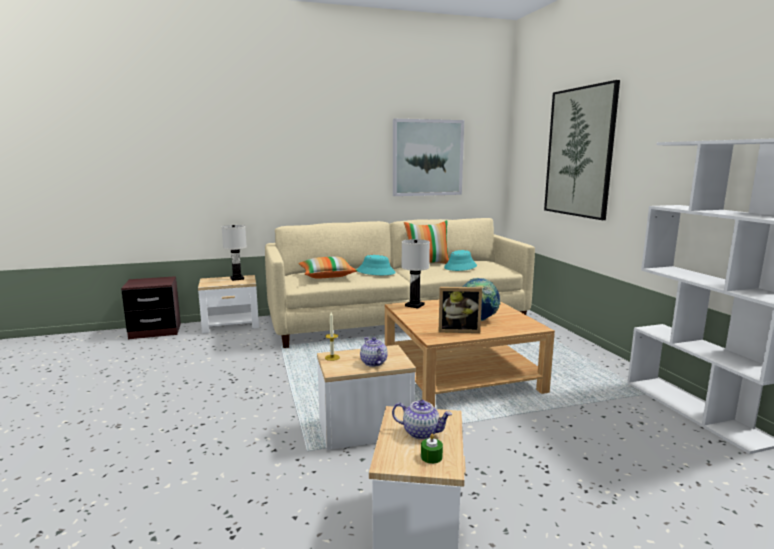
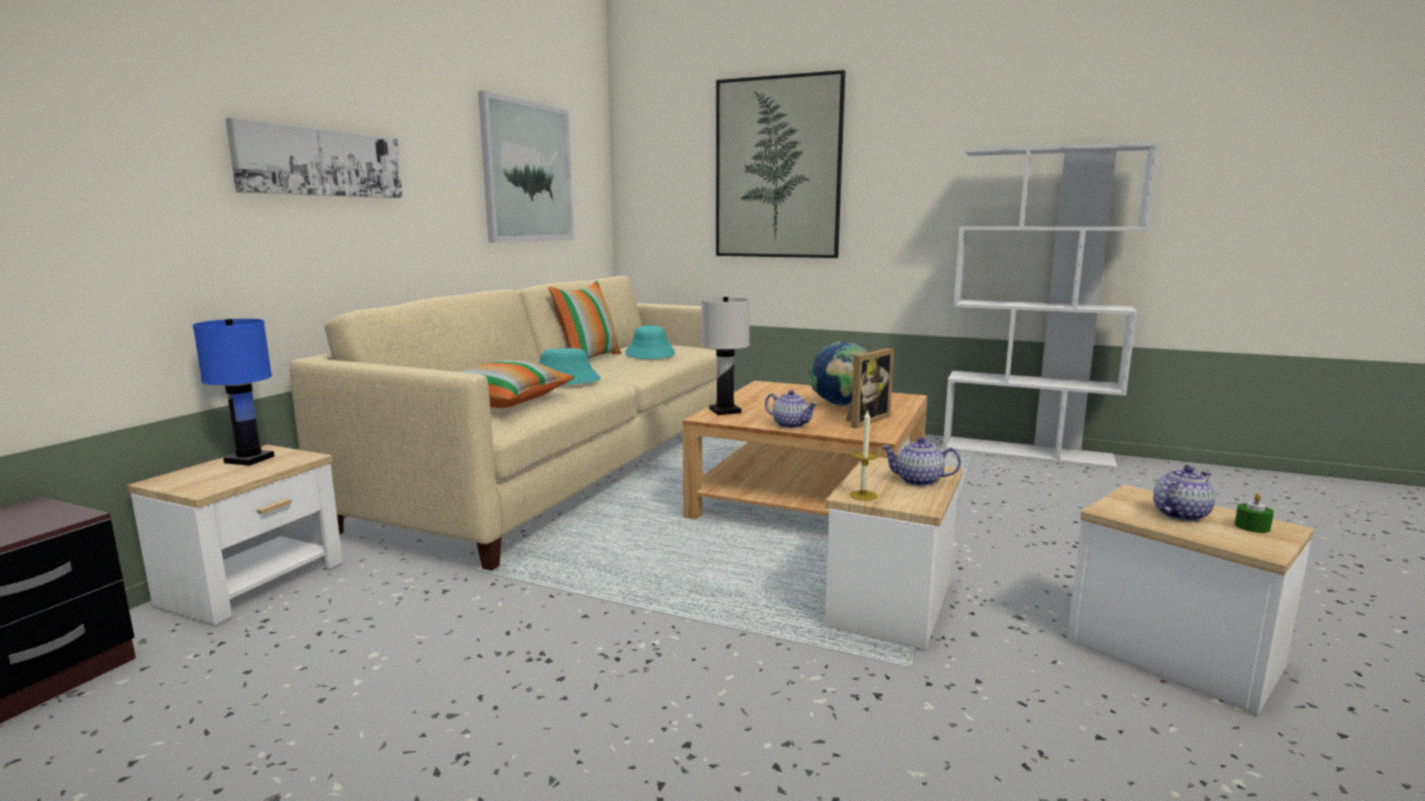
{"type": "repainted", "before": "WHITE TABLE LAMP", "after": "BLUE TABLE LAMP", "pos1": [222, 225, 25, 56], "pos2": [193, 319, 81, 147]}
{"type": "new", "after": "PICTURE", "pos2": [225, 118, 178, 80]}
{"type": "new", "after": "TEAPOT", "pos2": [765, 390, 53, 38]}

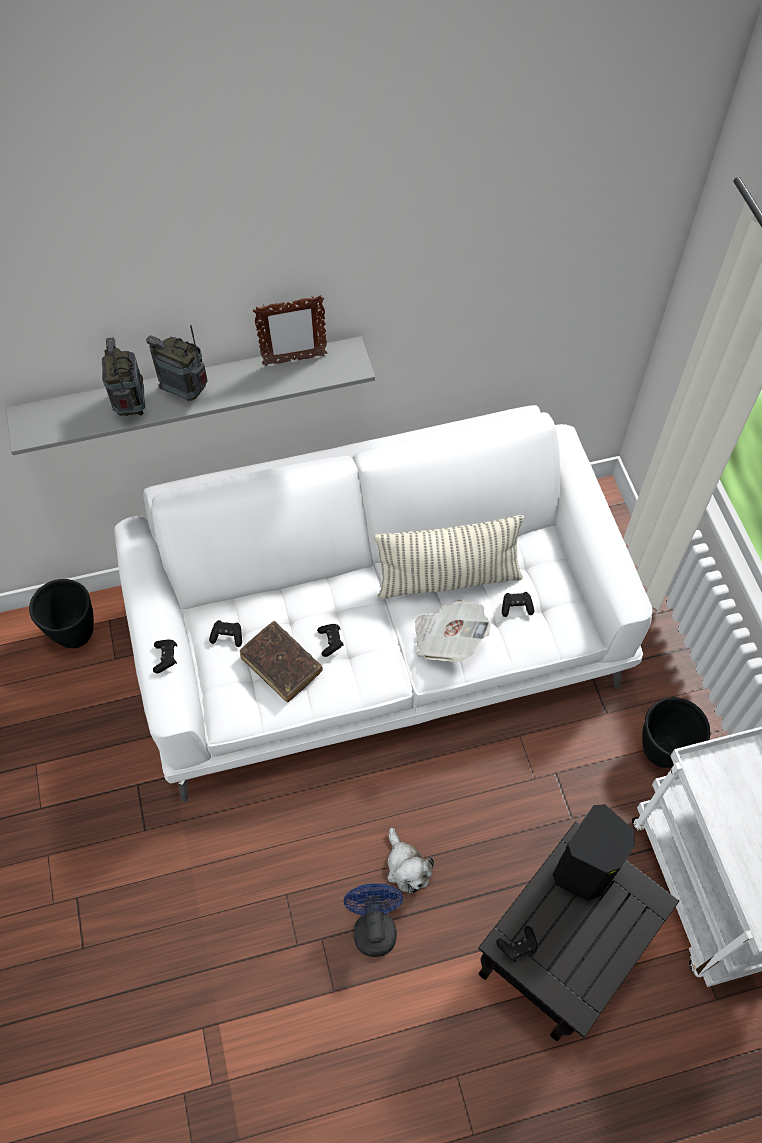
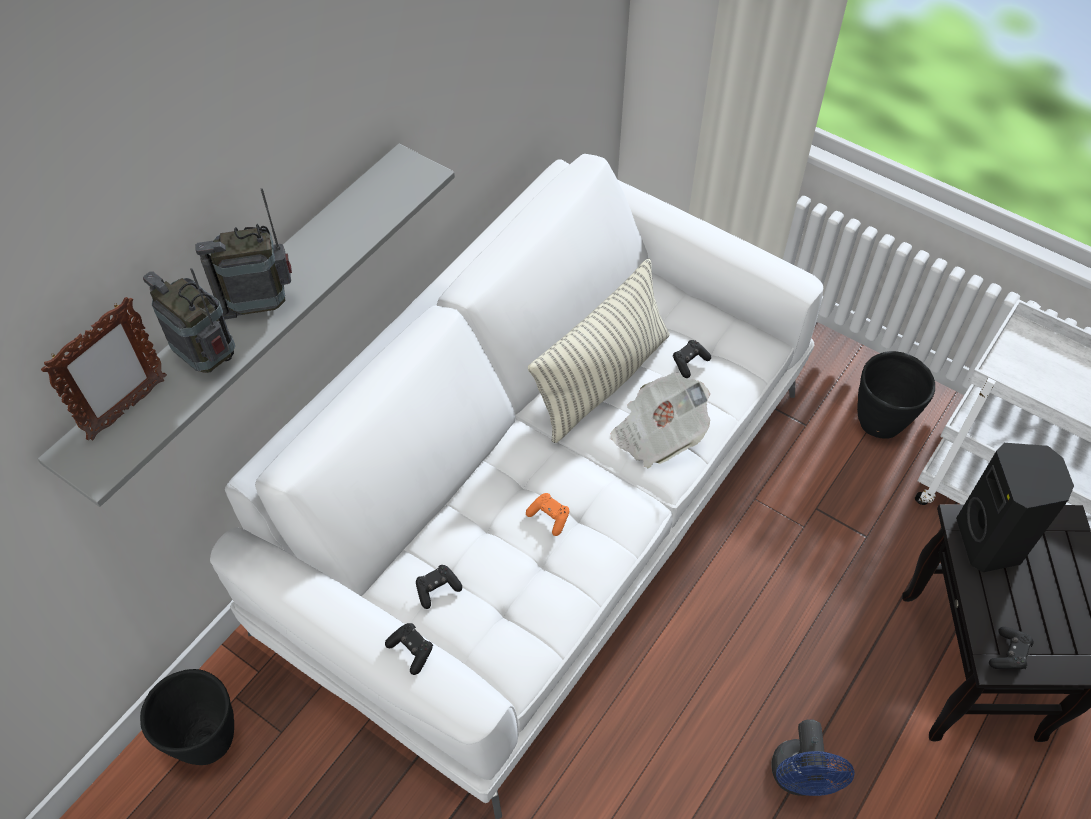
{"type": "shifted", "before": "PICTURE FRAME", "pos1": [253, 295, 74, 71], "pos2": [41, 297, 126, 143]}
{"type": "gone", "before": "BROWN BOOK", "pos1": [240, 621, 83, 81]}
{"type": "repainted", "before": "BLACK GAME CONTROLLER", "after": "ORANGE GAME CONTROLLER", "pos1": [317, 624, 27, 33], "pos2": [526, 493, 43, 43]}
{"type": "gone", "before": "PLUSH TOY", "pos1": [388, 828, 46, 66]}
{"type": "rotated", "before": "BLUE FAN", "pos1": [344, 883, 59, 74], "pos2": [772, 719, 83, 77], "turn": -135}

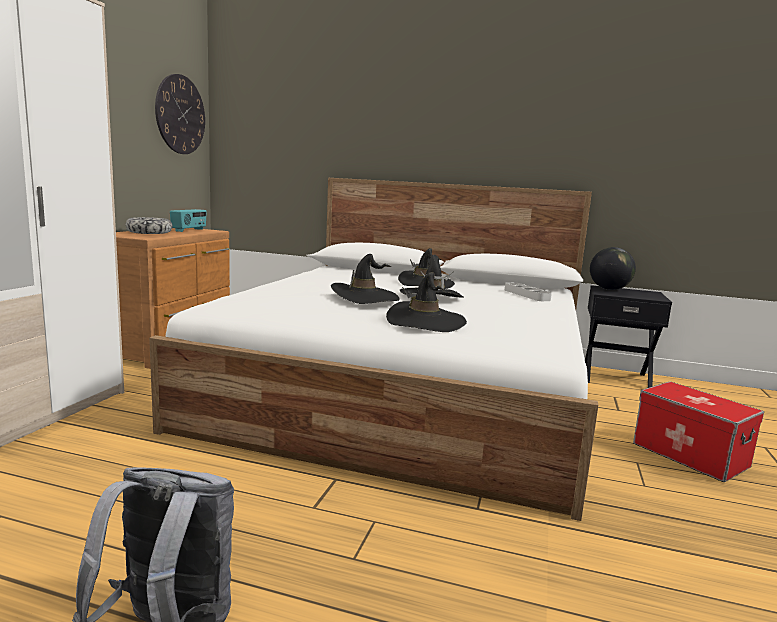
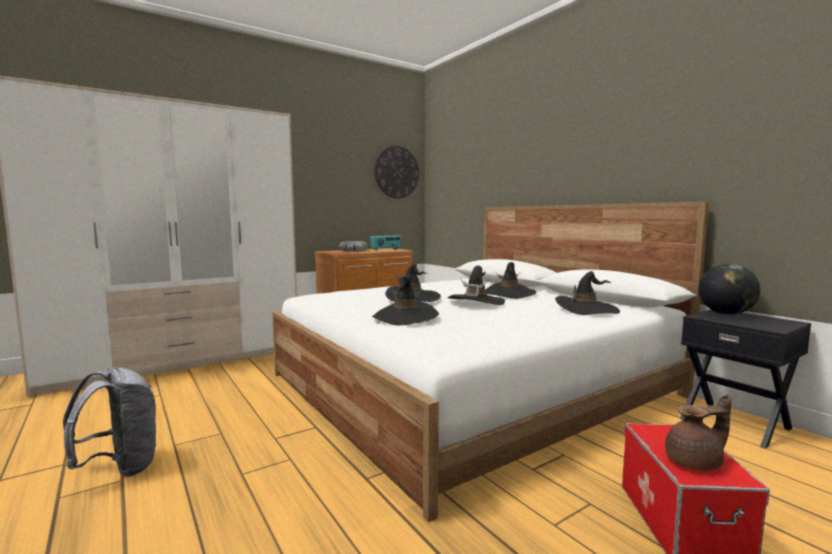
{"type": "swapped", "before": "GREY TRAY", "after": "BLACK HAT", "pos1": [505, 282, 47, 19], "pos2": [555, 271, 65, 44]}
{"type": "new", "after": "BROWN TEAPOT", "pos2": [665, 394, 67, 76]}

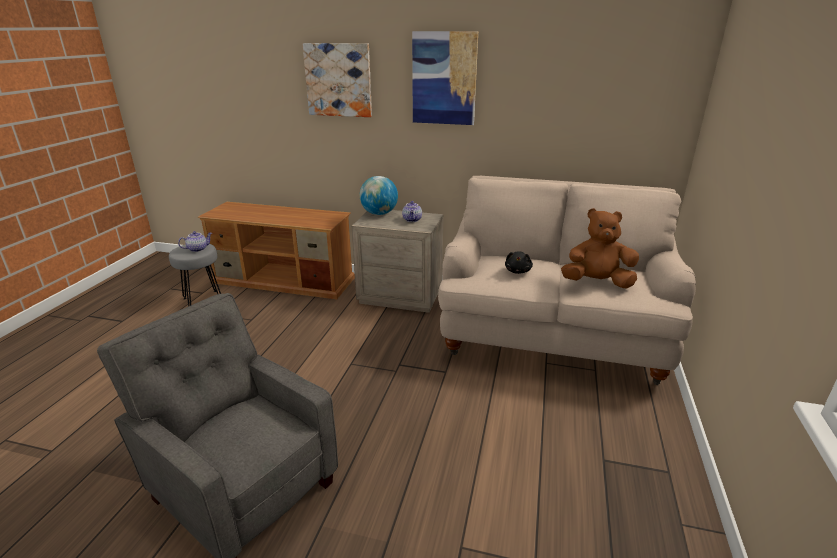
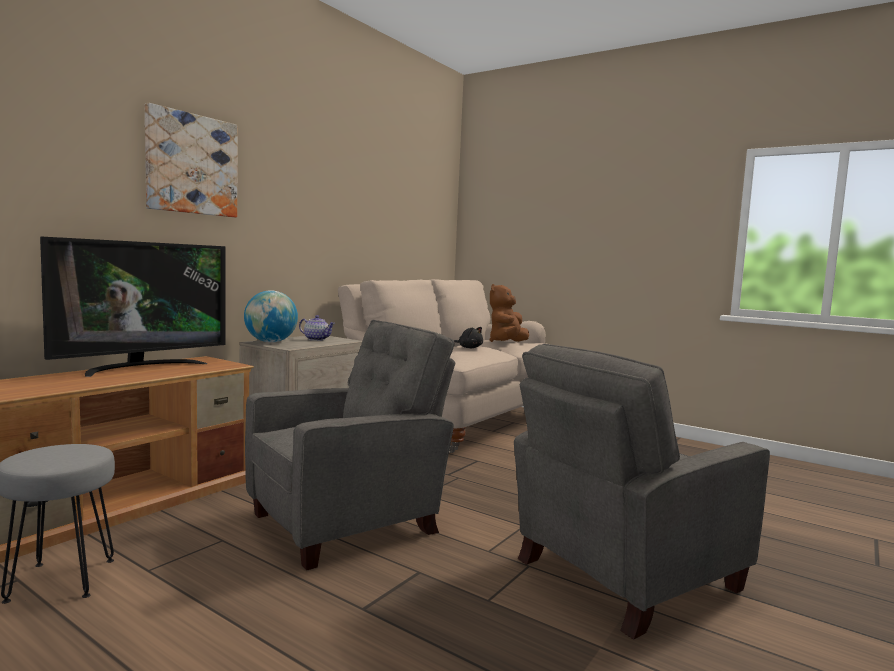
{"type": "gone", "before": "PICTURE", "pos1": [412, 31, 66, 94]}
{"type": "gone", "before": "TEAPOT", "pos1": [178, 231, 34, 21]}
{"type": "new", "after": "TELEVISION", "pos2": [40, 237, 186, 140]}
{"type": "new", "after": "GREY ARMCHAIR", "pos2": [245, 320, 210, 251]}

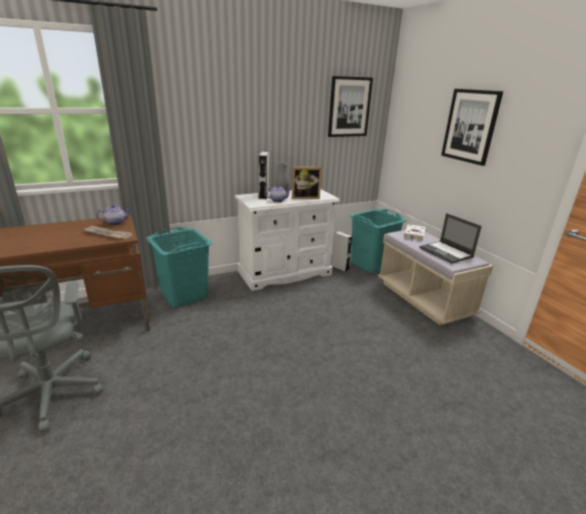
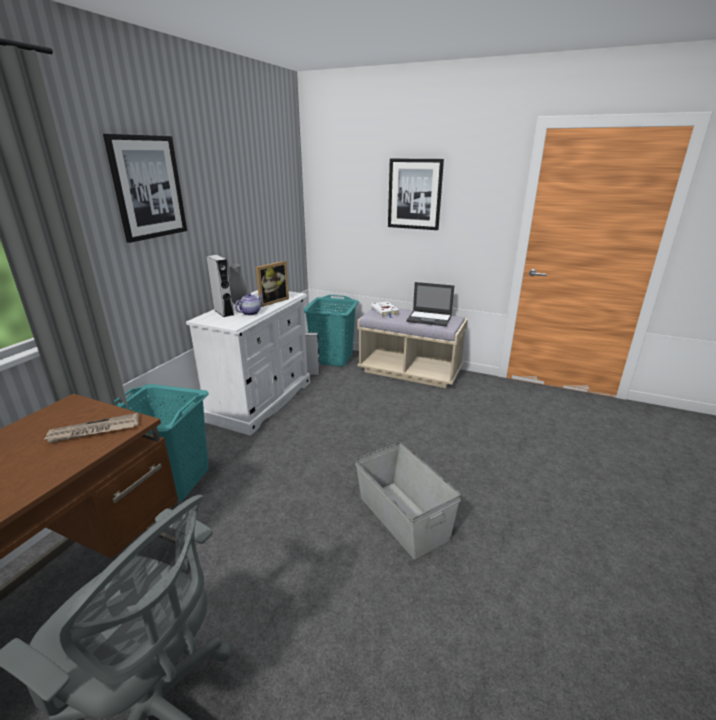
{"type": "shifted", "before": "PICTURE", "pos1": [328, 76, 45, 61], "pos2": [103, 134, 84, 109]}
{"type": "gone", "before": "TEAPOT", "pos1": [96, 205, 35, 20]}
{"type": "new", "after": "GREY STORAGE BOX", "pos2": [355, 442, 106, 117]}

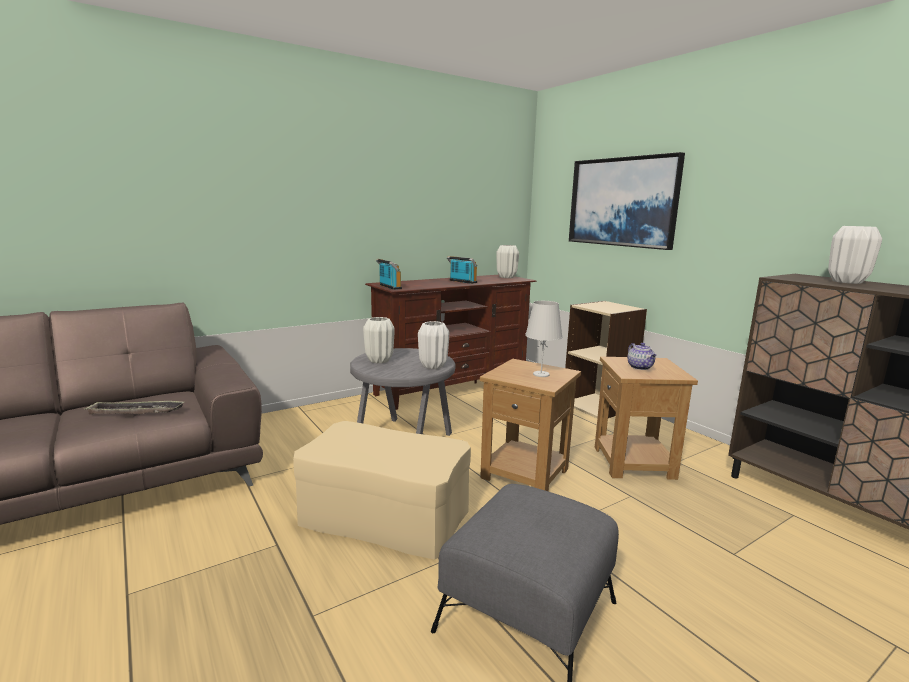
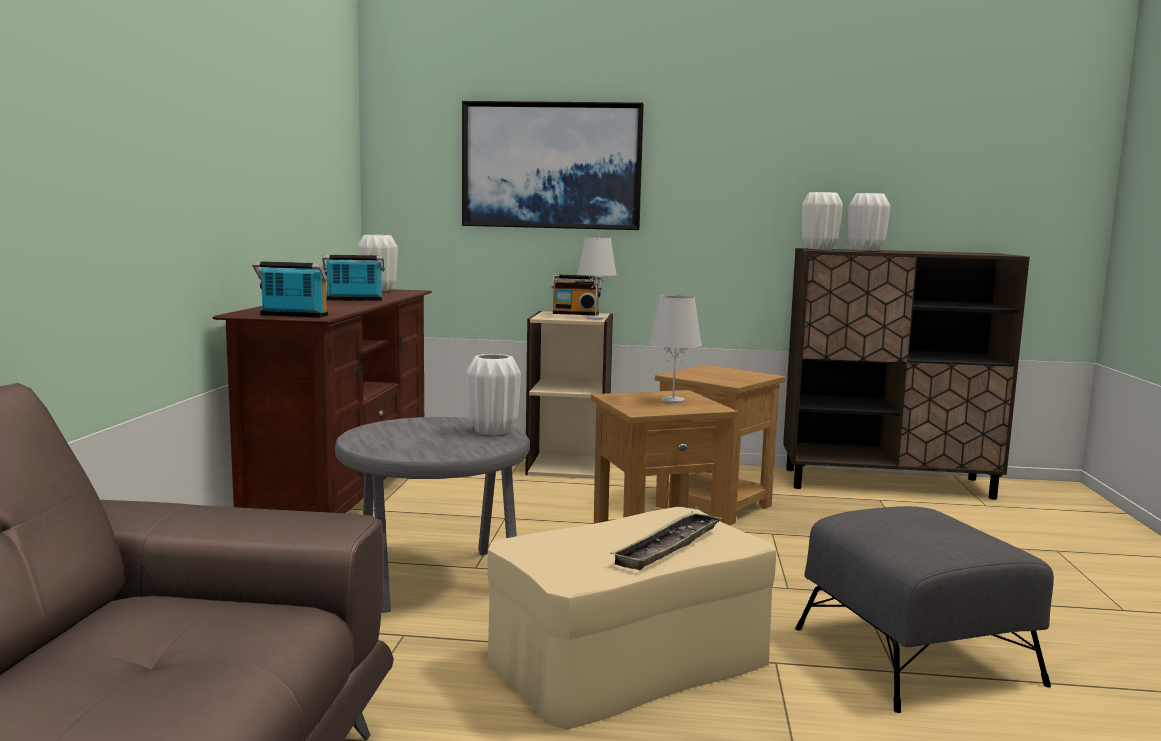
{"type": "shifted", "before": "WHITE VASE", "pos1": [363, 317, 31, 46], "pos2": [802, 192, 41, 58]}
{"type": "gone", "before": "TEAPOT", "pos1": [627, 343, 29, 27]}
{"type": "shifted", "before": "TRAY", "pos1": [84, 401, 100, 13], "pos2": [611, 512, 110, 58]}
{"type": "new", "after": "WHITE TABLE LAMP", "pos2": [577, 237, 40, 82]}
{"type": "new", "after": "RADIO", "pos2": [551, 274, 51, 41]}

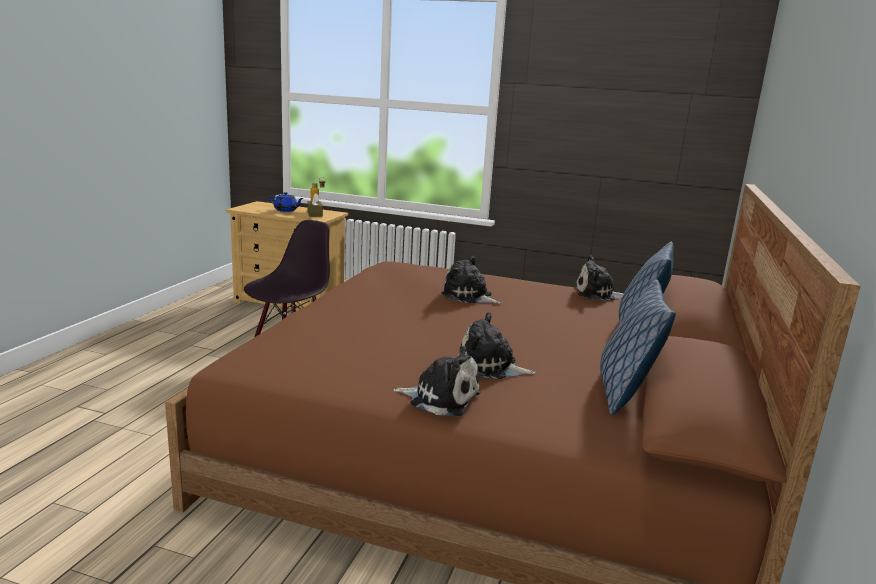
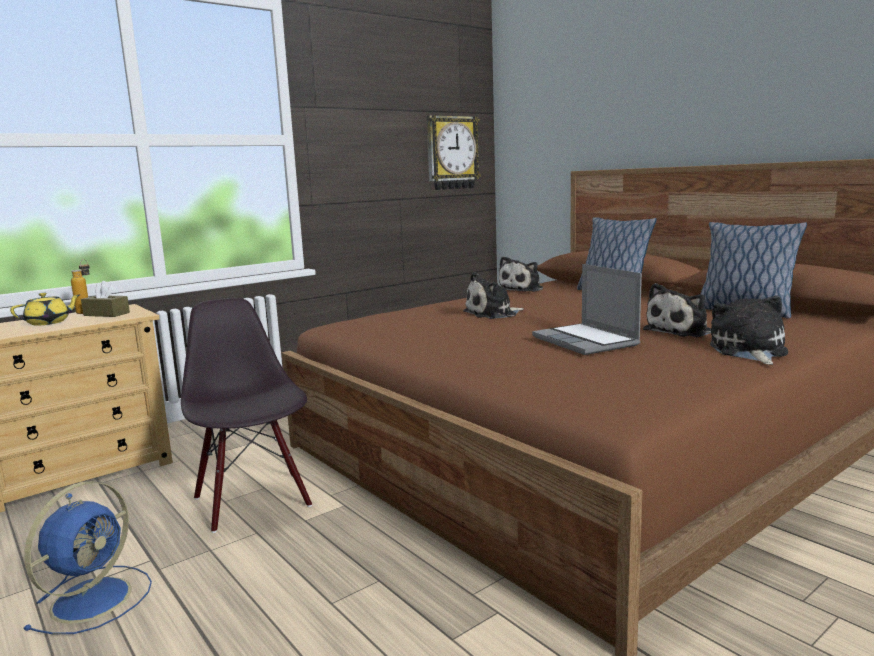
{"type": "repainted", "before": "BLUE TEAPOT", "after": "YELLOW TEAPOT", "pos1": [270, 192, 34, 20], "pos2": [10, 292, 71, 34]}
{"type": "rotated", "before": "PLUSH TOY", "pos1": [393, 346, 87, 70], "pos2": [710, 296, 78, 69], "turn": -45}
{"type": "new", "after": "WALL CLOCK", "pos2": [427, 115, 54, 75]}
{"type": "new", "after": "LAPTOP", "pos2": [532, 264, 110, 91]}
{"type": "new", "after": "BLUE FAN", "pos2": [23, 481, 129, 153]}

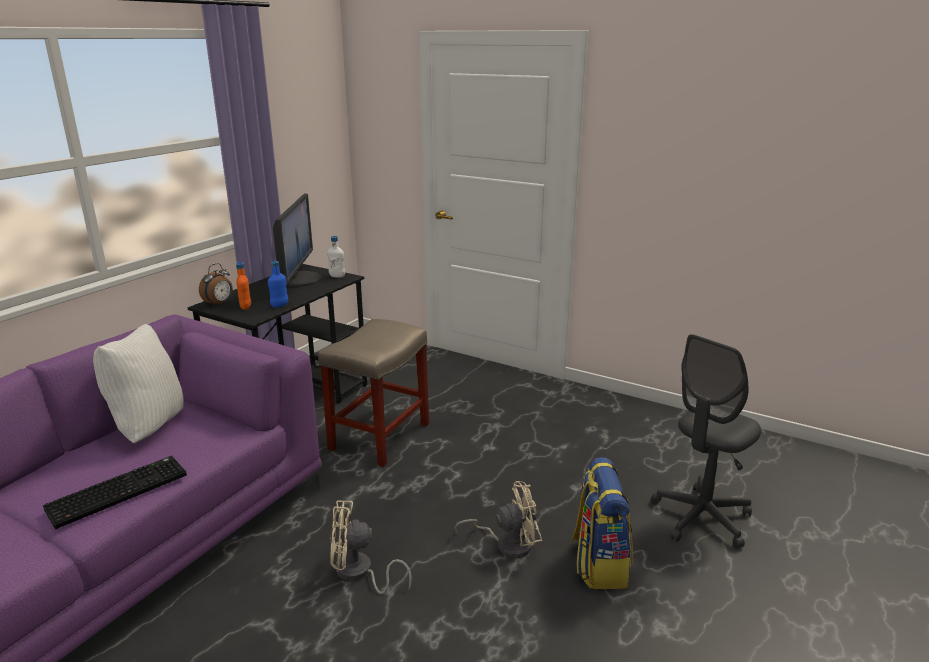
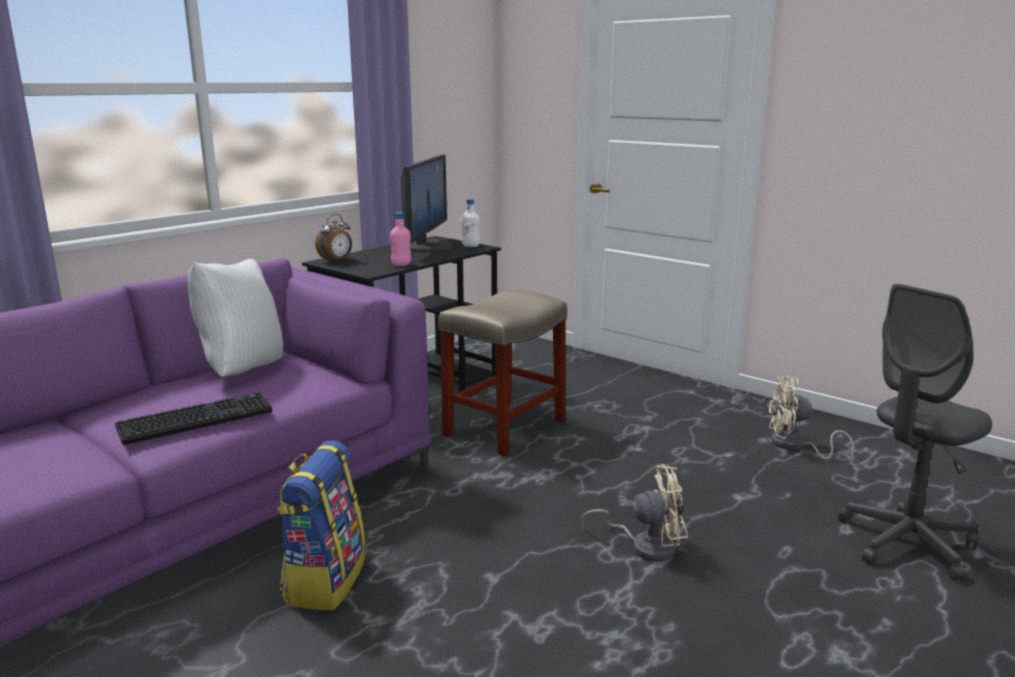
{"type": "repainted", "before": "BLUE BOTTLE", "after": "PINK BOTTLE", "pos1": [268, 261, 20, 47], "pos2": [390, 212, 21, 54]}
{"type": "gone", "before": "ORANGE BOTTLE", "pos1": [236, 262, 15, 48]}
{"type": "shifted", "before": "BACKPACK", "pos1": [571, 457, 62, 132], "pos2": [277, 440, 88, 171]}
{"type": "shifted", "before": "BEIGE FAN", "pos1": [330, 501, 82, 93], "pos2": [767, 376, 88, 84]}

